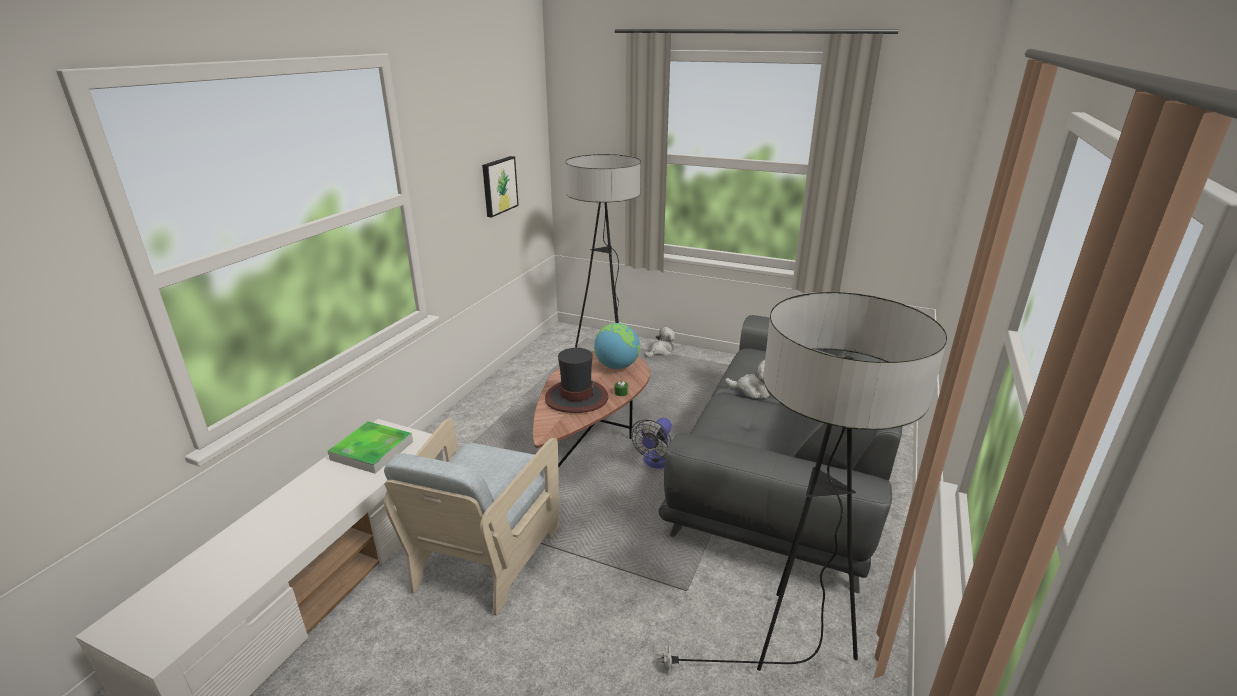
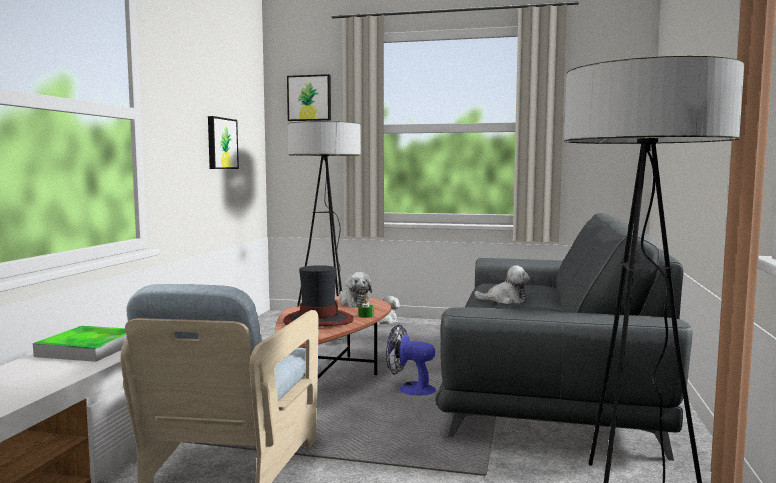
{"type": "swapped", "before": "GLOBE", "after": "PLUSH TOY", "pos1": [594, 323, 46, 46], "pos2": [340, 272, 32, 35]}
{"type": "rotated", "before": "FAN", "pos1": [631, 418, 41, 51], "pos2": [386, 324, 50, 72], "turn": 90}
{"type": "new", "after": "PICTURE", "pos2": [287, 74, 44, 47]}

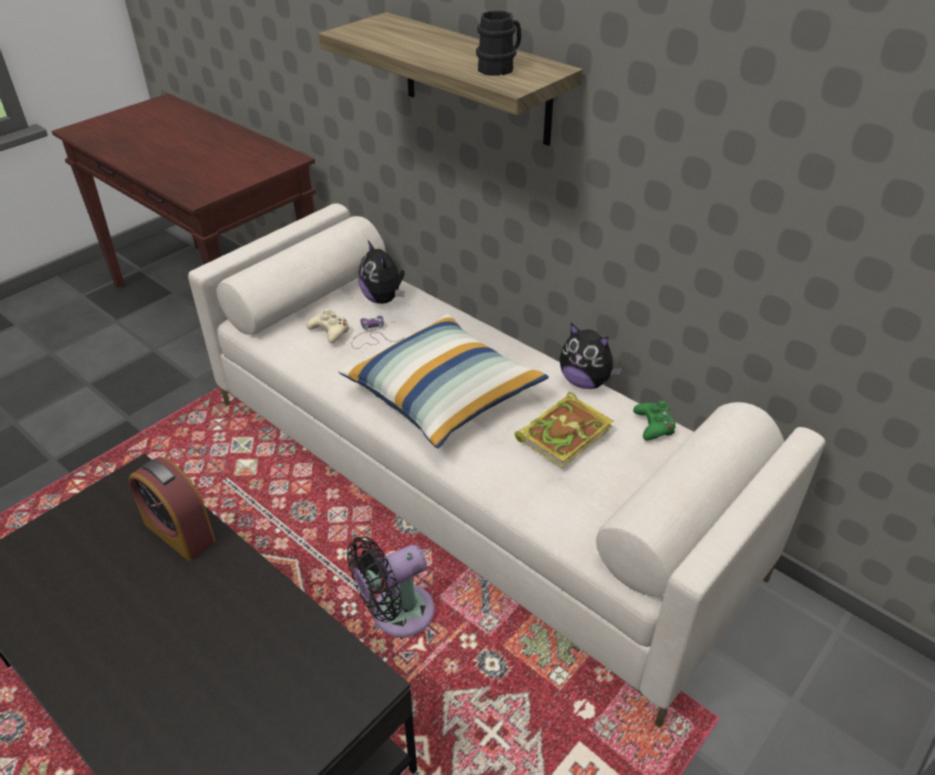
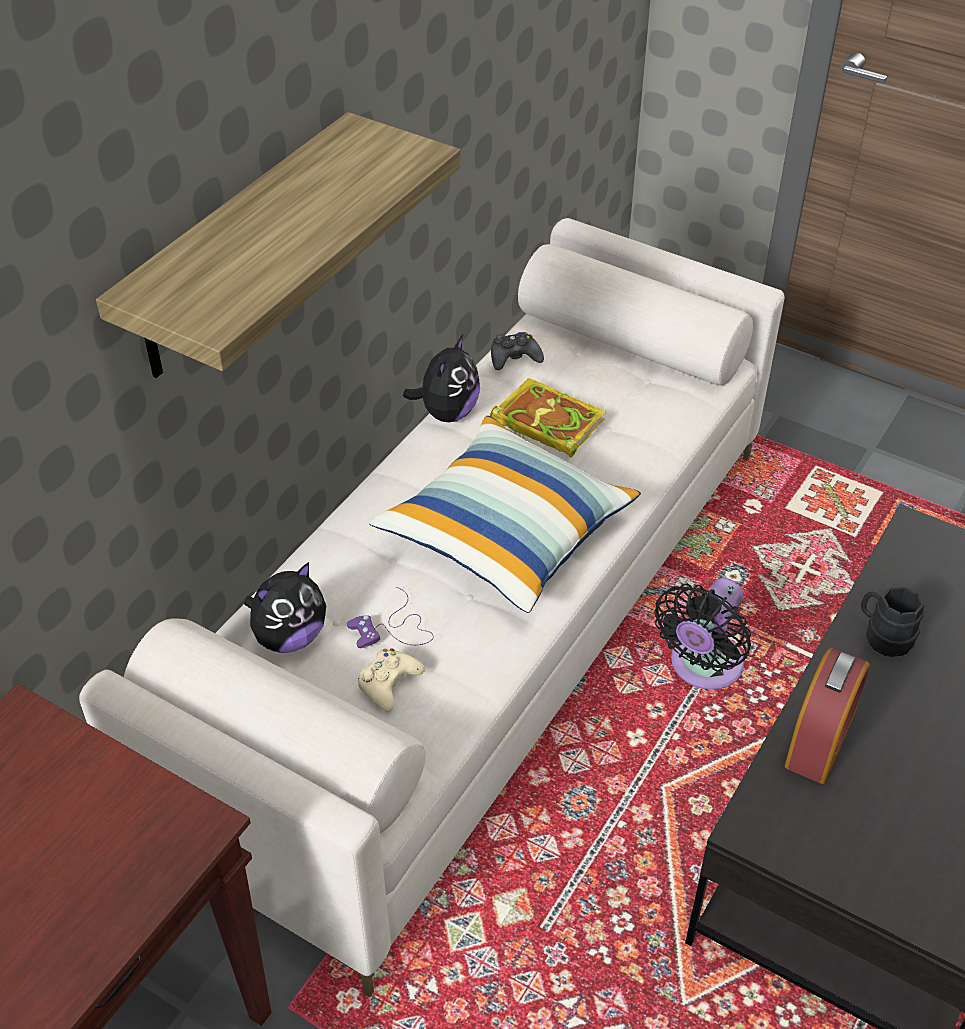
{"type": "shifted", "before": "BLACK MUG", "pos1": [476, 11, 45, 65], "pos2": [861, 587, 63, 70]}
{"type": "repainted", "before": "GREEN GAME CONTROLLER", "after": "BLACK GAME CONTROLLER", "pos1": [633, 401, 43, 39], "pos2": [491, 332, 53, 38]}
{"type": "rotated", "before": "BLACK FAN", "pos1": [347, 536, 88, 101], "pos2": [654, 578, 97, 112], "turn": 75}

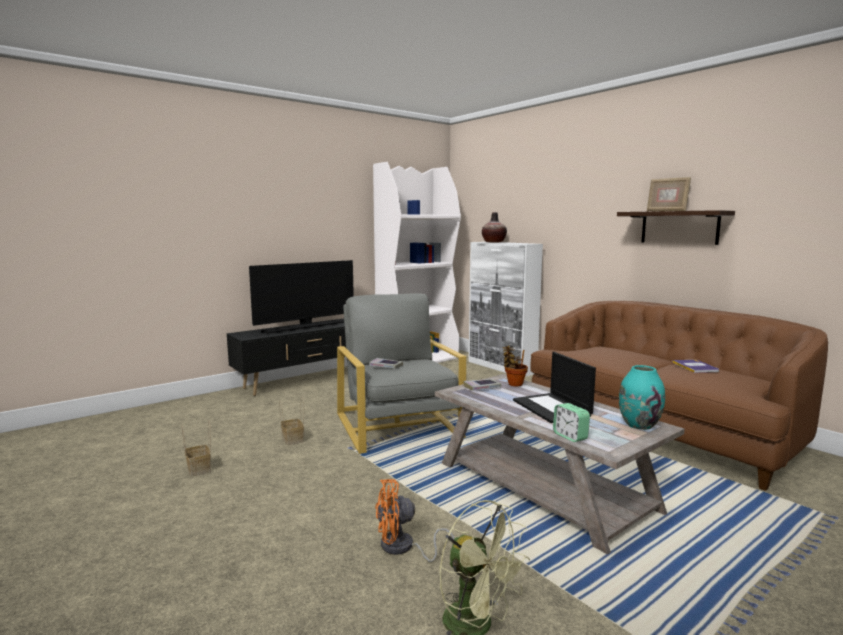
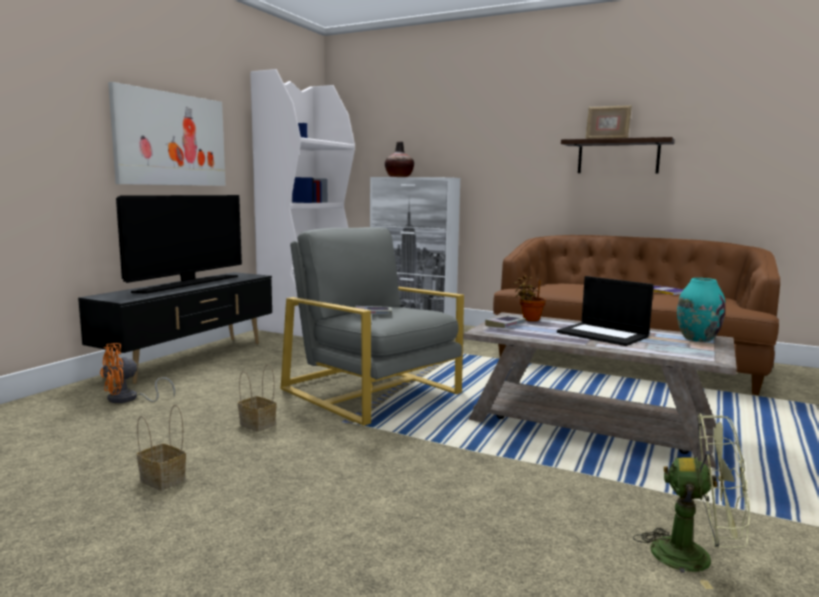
{"type": "gone", "before": "ALARM CLOCK", "pos1": [553, 403, 37, 39]}
{"type": "shifted", "before": "ORANGE FAN", "pos1": [375, 479, 80, 83], "pos2": [100, 343, 75, 60]}
{"type": "new", "after": "PICTURE", "pos2": [108, 82, 118, 104]}

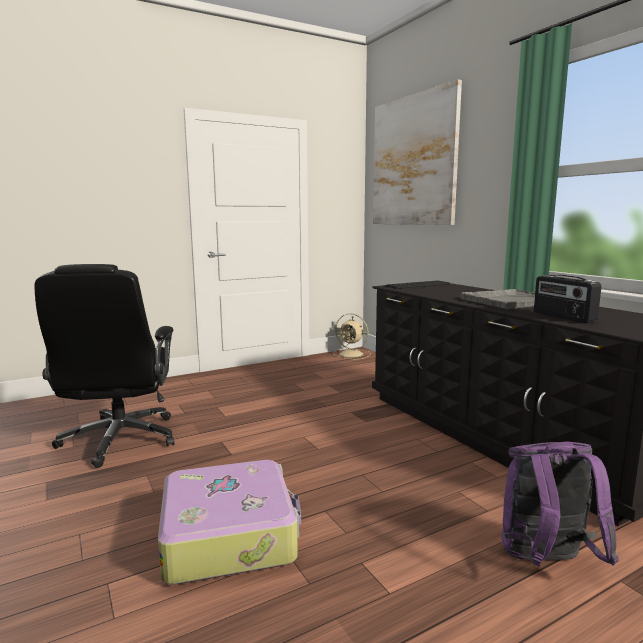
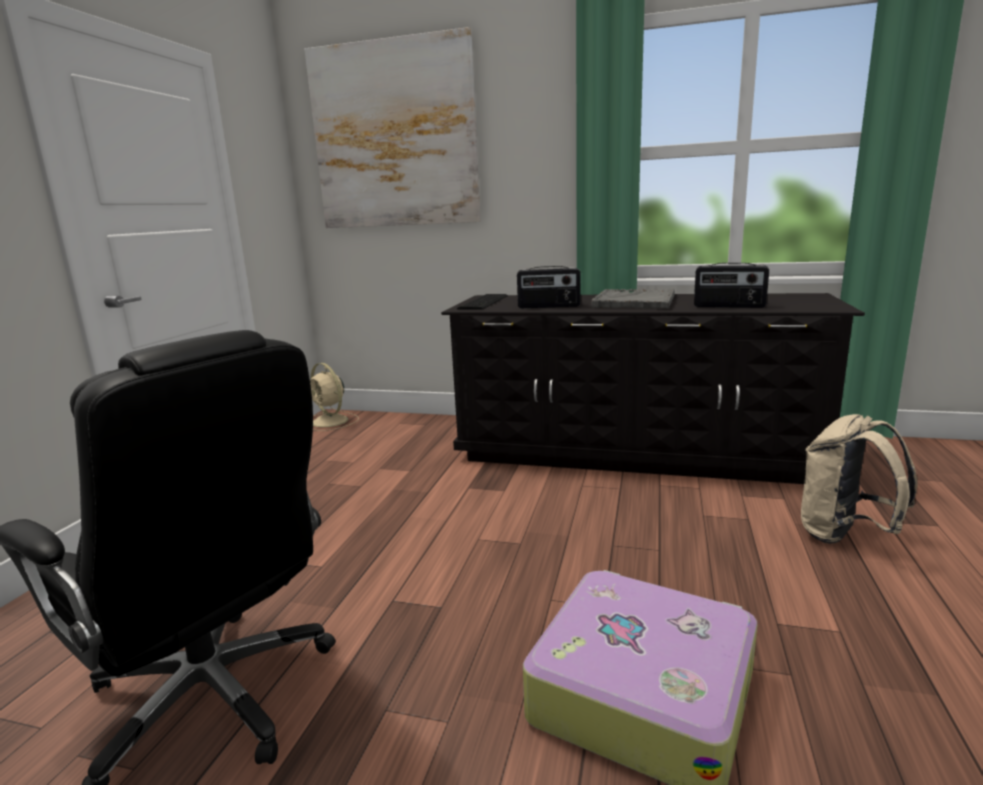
{"type": "rotated", "before": "BEIGE FAN", "pos1": [333, 313, 38, 46], "pos2": [310, 363, 49, 68], "turn": 60}
{"type": "repainted", "before": "PURPLE BACKPACK", "after": "BEIGE BACKPACK", "pos1": [502, 442, 117, 125], "pos2": [801, 414, 117, 130]}
{"type": "new", "after": "RADIO", "pos2": [517, 266, 64, 42]}

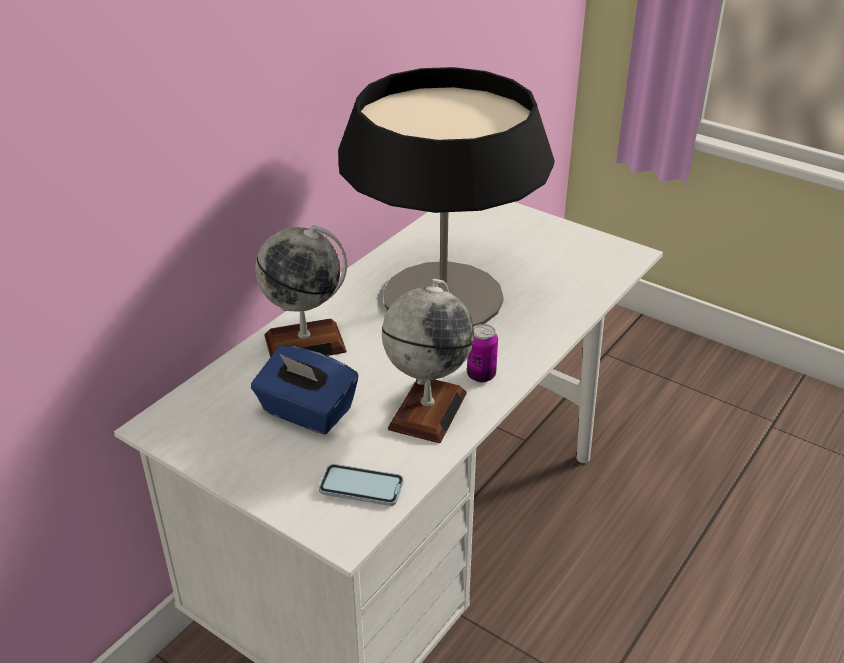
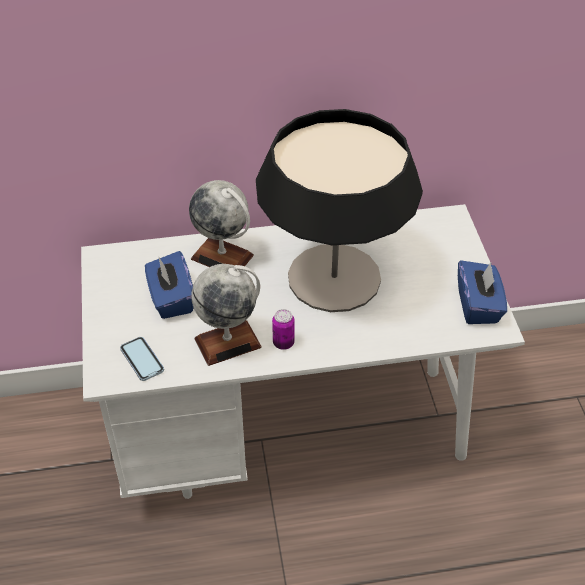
{"type": "new", "after": "BLUE TISSUE BOX", "pos2": [458, 260, 49, 64]}

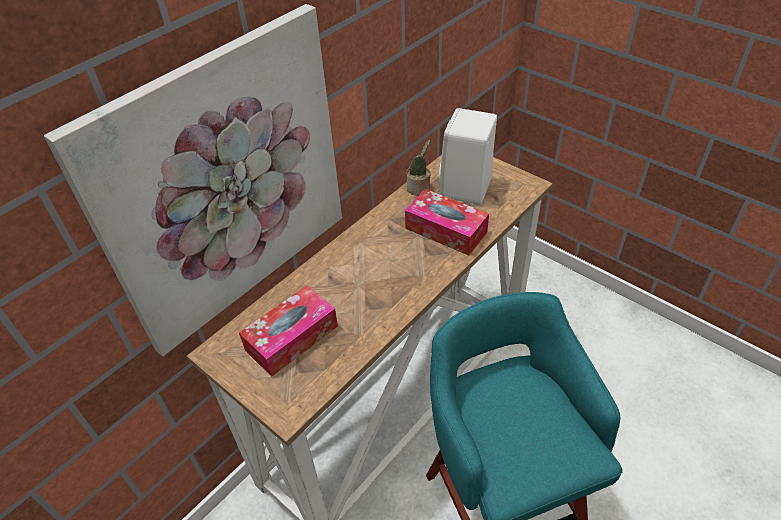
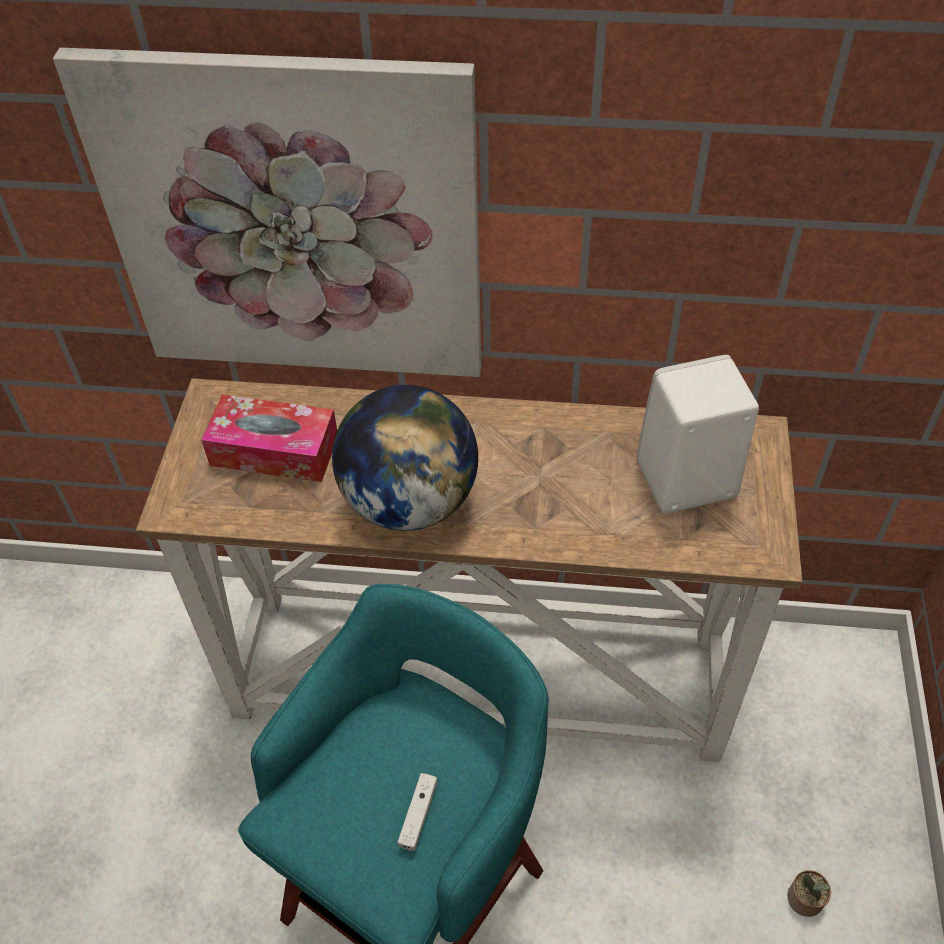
{"type": "shifted", "before": "POTTED PLANT", "pos1": [406, 140, 25, 56], "pos2": [787, 870, 44, 47]}
{"type": "gone", "before": "TISSUE BOX", "pos1": [405, 189, 84, 66]}
{"type": "new", "after": "GLOBE", "pos2": [332, 385, 146, 146]}
{"type": "new", "after": "WHITE GAME CONTROLLER", "pos2": [398, 773, 40, 78]}

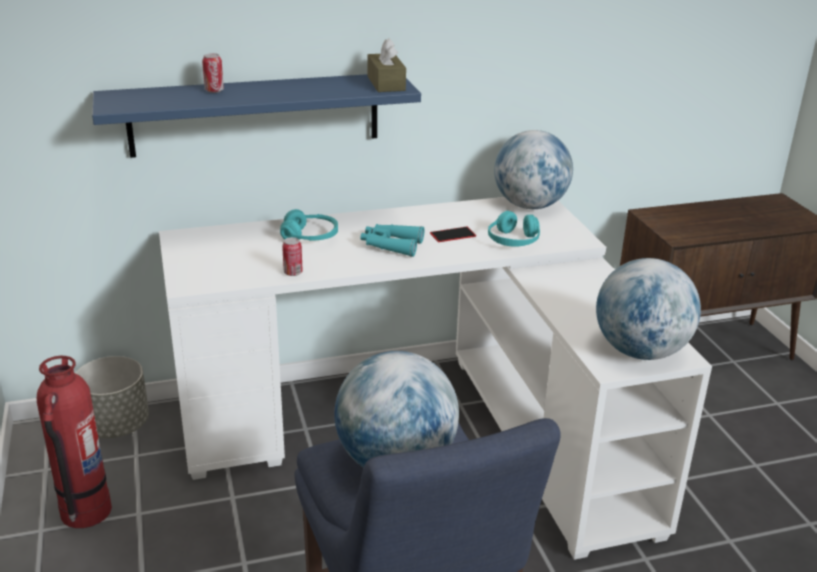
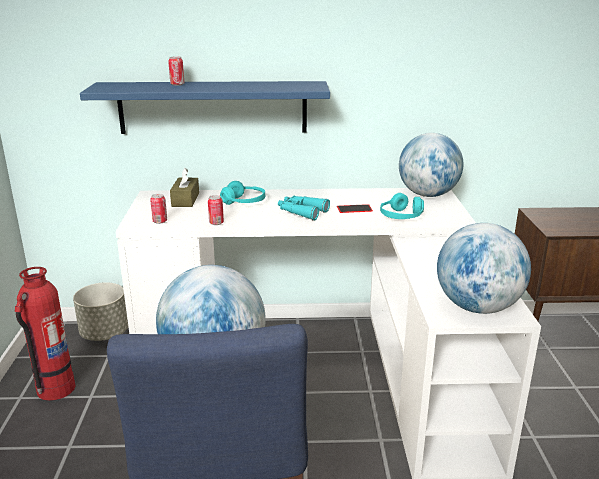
{"type": "shifted", "before": "BROWN TISSUE BOX", "pos1": [367, 38, 39, 54], "pos2": [170, 168, 29, 39]}
{"type": "new", "after": "CAN", "pos2": [150, 194, 17, 30]}

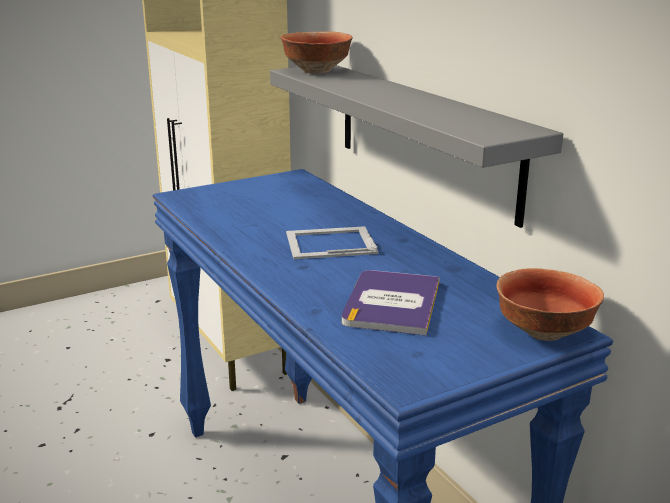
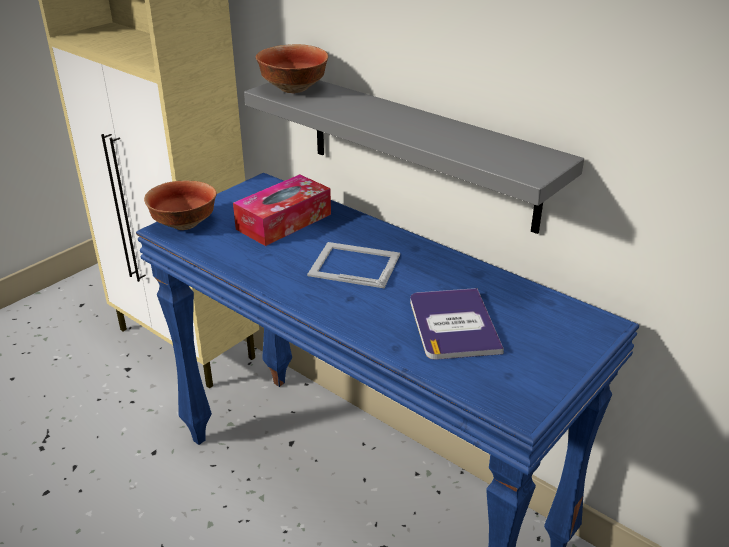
{"type": "rotated", "before": "PICTURE FRAME", "pos1": [286, 226, 93, 33], "pos2": [307, 242, 93, 46], "turn": 45}
{"type": "shifted", "before": "BOWL", "pos1": [496, 268, 108, 73], "pos2": [144, 180, 73, 50]}
{"type": "new", "after": "TISSUE BOX", "pos2": [233, 174, 98, 72]}

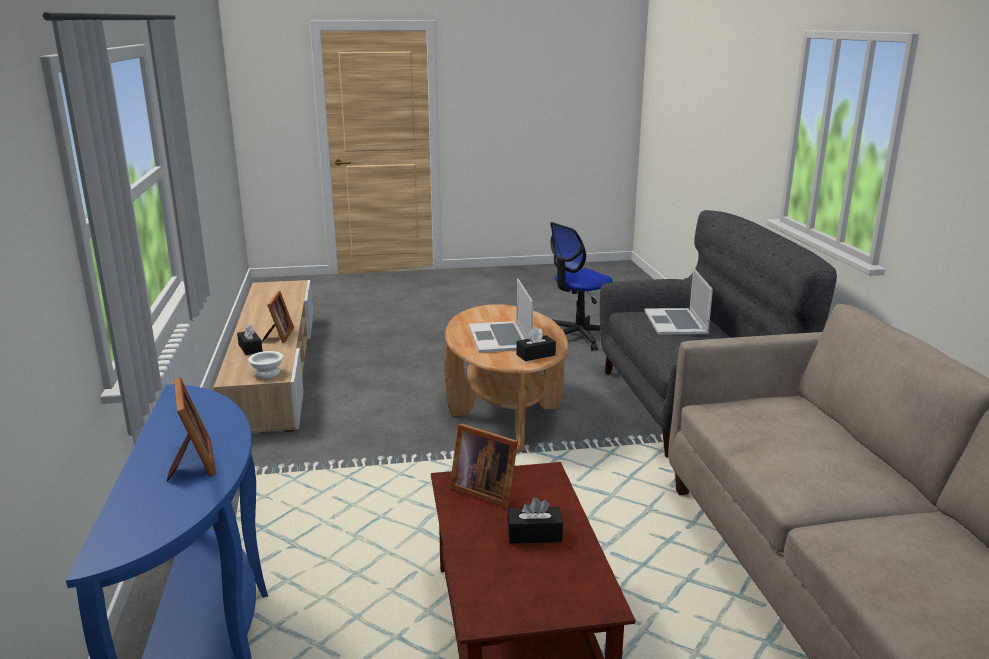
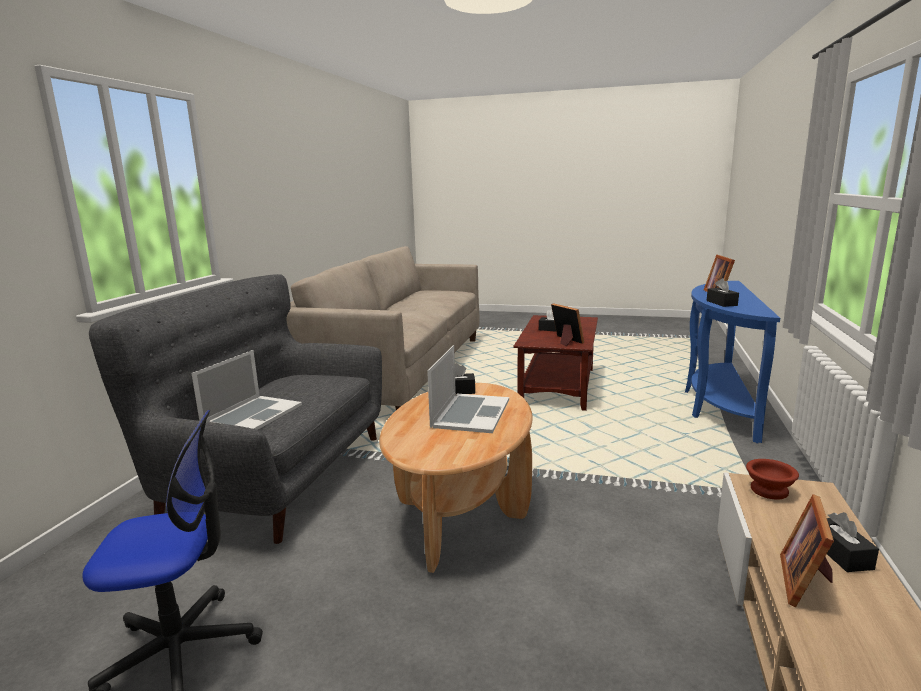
{"type": "repainted", "before": "WHITE BOWL", "after": "BROWN BOWL", "pos1": [248, 351, 36, 28], "pos2": [746, 459, 53, 41]}
{"type": "new", "after": "BLACK TISSUE BOX", "pos2": [707, 278, 32, 29]}

